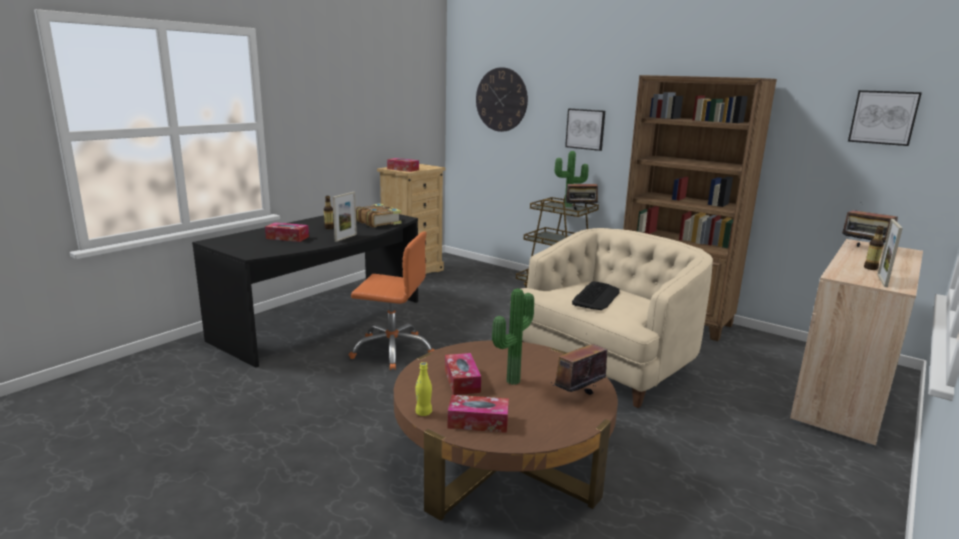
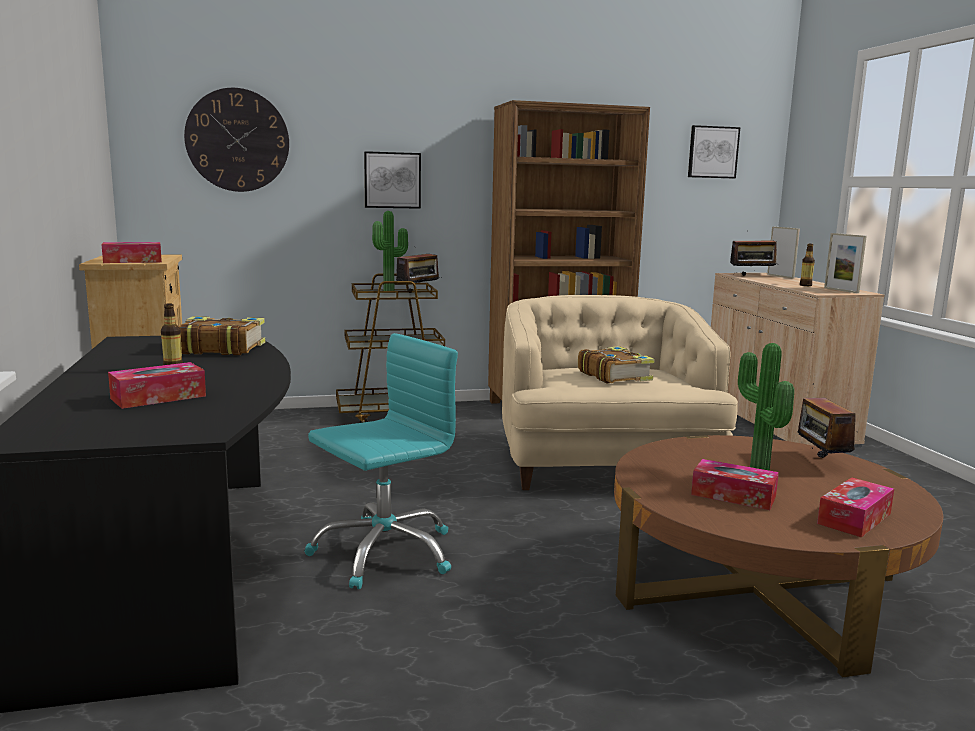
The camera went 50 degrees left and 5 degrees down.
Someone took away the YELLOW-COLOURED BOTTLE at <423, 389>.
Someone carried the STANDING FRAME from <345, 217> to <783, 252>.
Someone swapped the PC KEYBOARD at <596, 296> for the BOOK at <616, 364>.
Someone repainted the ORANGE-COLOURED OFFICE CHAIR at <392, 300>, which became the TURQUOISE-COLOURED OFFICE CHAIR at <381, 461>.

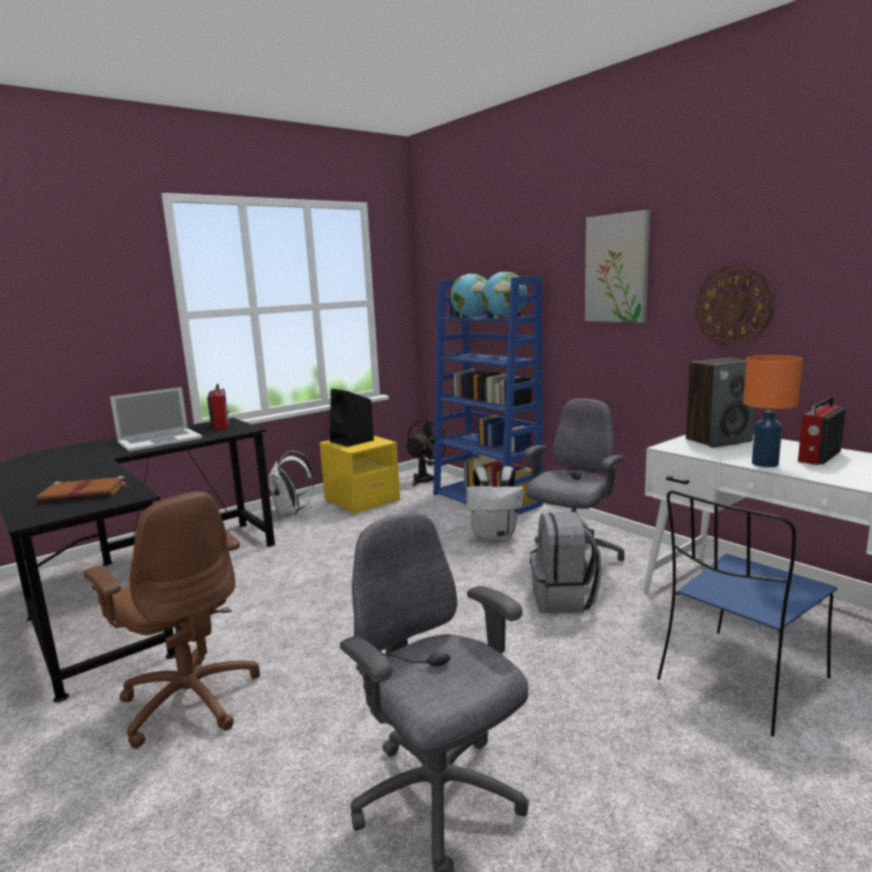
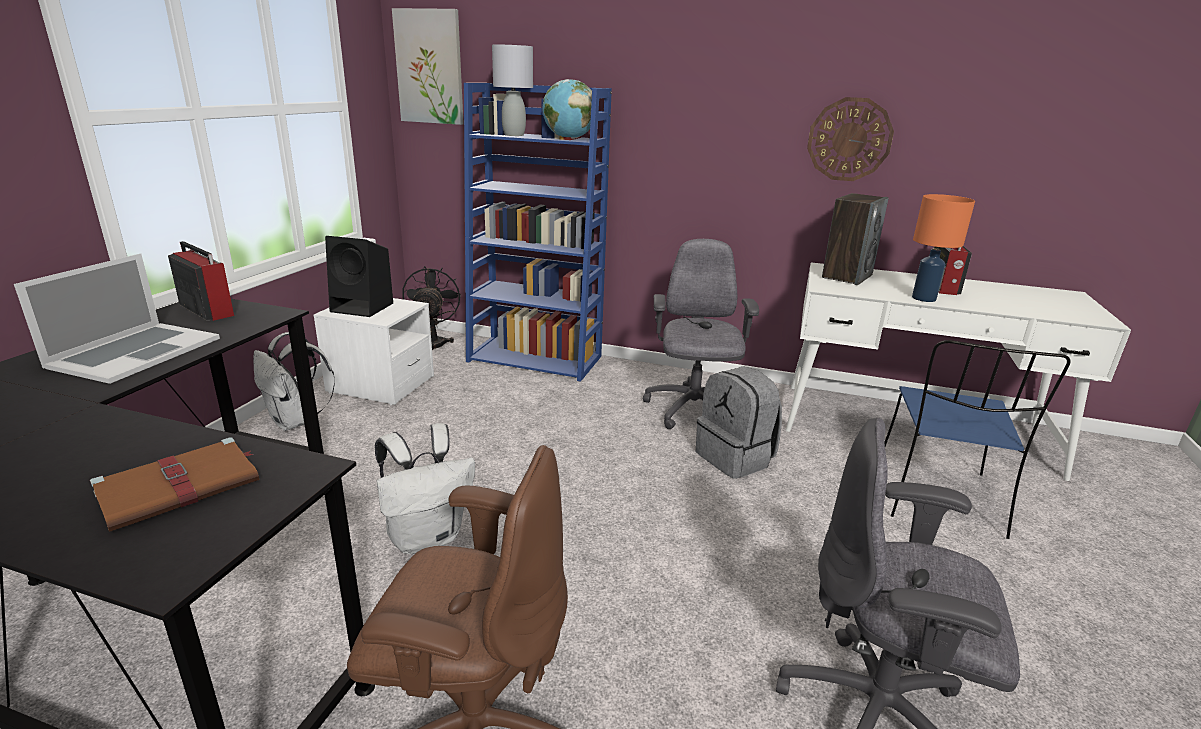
The camera went 35 degrees left and 10 degrees up.
Someone carried the WHITE RUCKSACK from <495, 503> to <425, 489>.
Someone carried the WALL PICTURE from <617, 266> to <428, 66>.
Someone swapped the DESK GLOBE at <468, 295> for the GREYISH TABLE LAMP at <512, 90>.
Someone repainted the YELLOW-COLOURED NIGHTSTAND at <359, 475>, which became the WHITE NIGHTSTAND at <373, 351>.

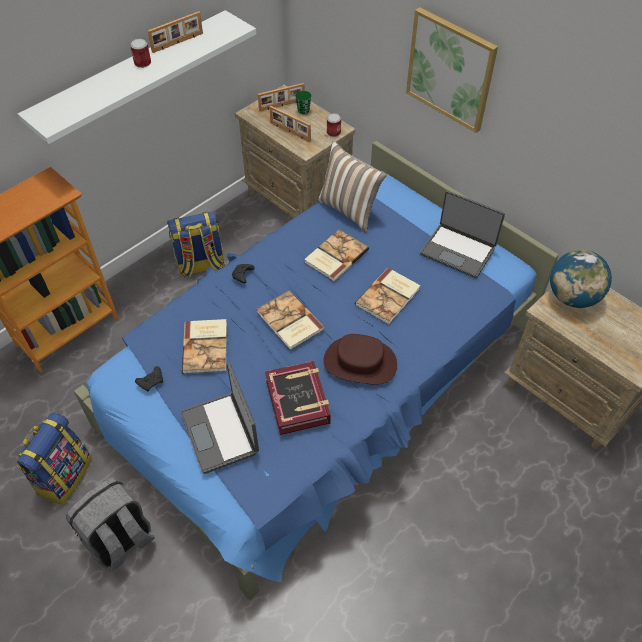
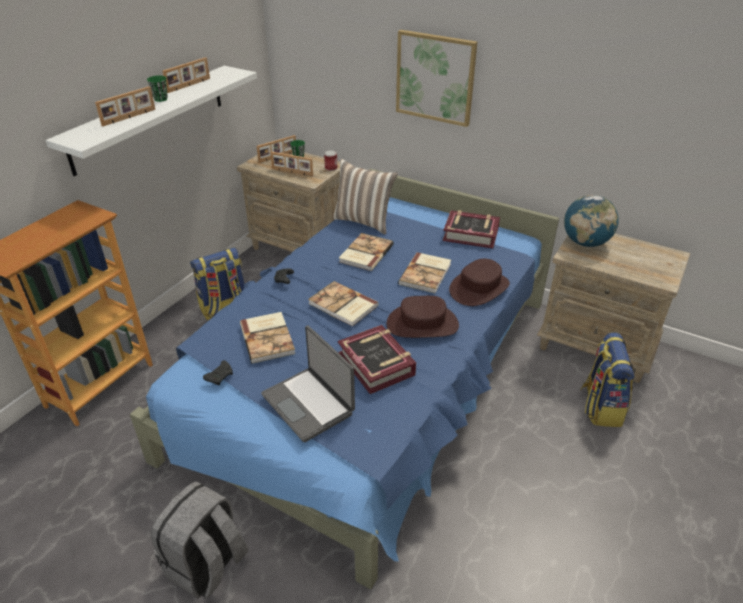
The camera went 15 degrees left and 15 degrees down.
Someone put down the STANDING FRAME at <125, 106>.
Someone put down the BROWN WEARABLE HAT at <479, 282>.
Someone carried the RUCKSACK from <54, 458> to <607, 379>.
Someone swapped the CAN at <140, 53> for the GREEN-COLOURED CUP at <157, 89>.
Someone swapped the NOTEBOOK COMPUTER at <462, 234> for the BOOK at <471, 229>.

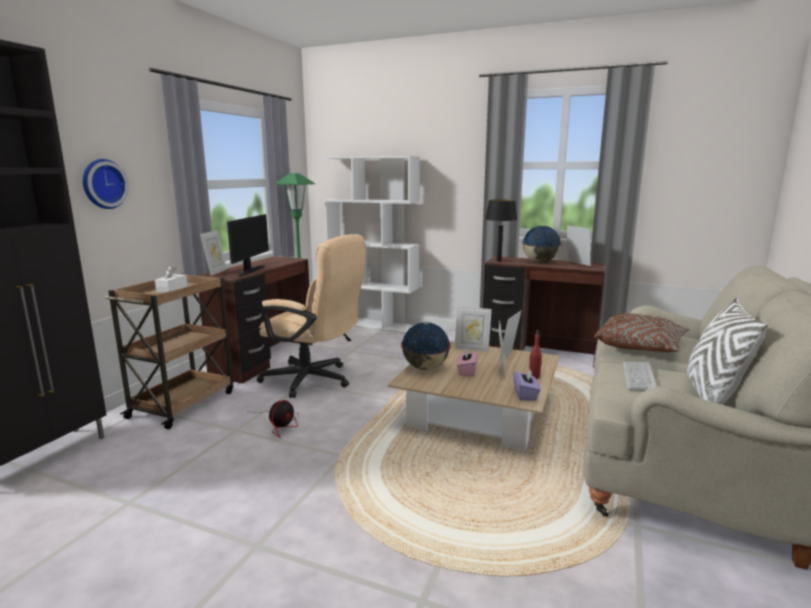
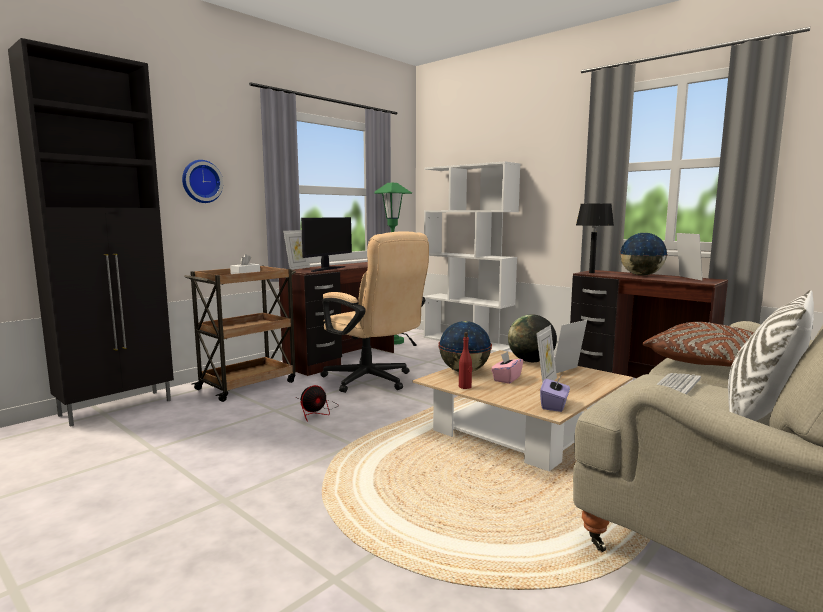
The camera went 20 degrees right and 5 degrees down.
Someone carried the REDDISH BOTTLE from <535, 354> to <465, 360>.
Someone swapped the STANDING FRAME at <473, 329> for the DESK GLOBE at <532, 338>.

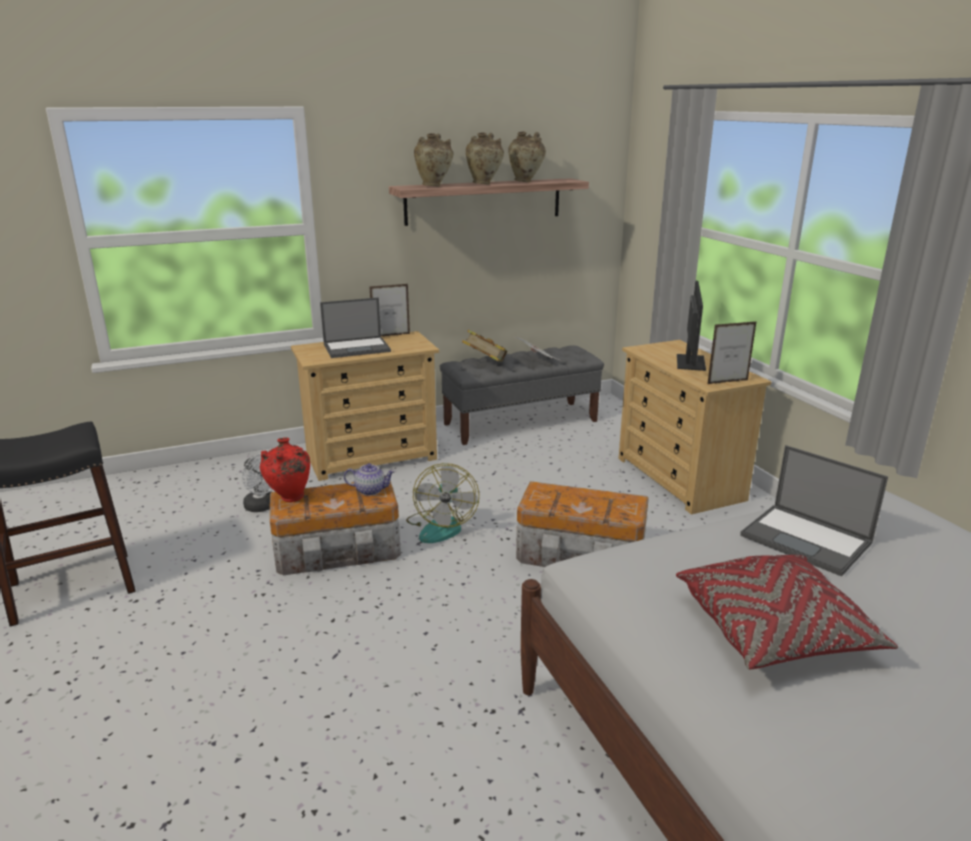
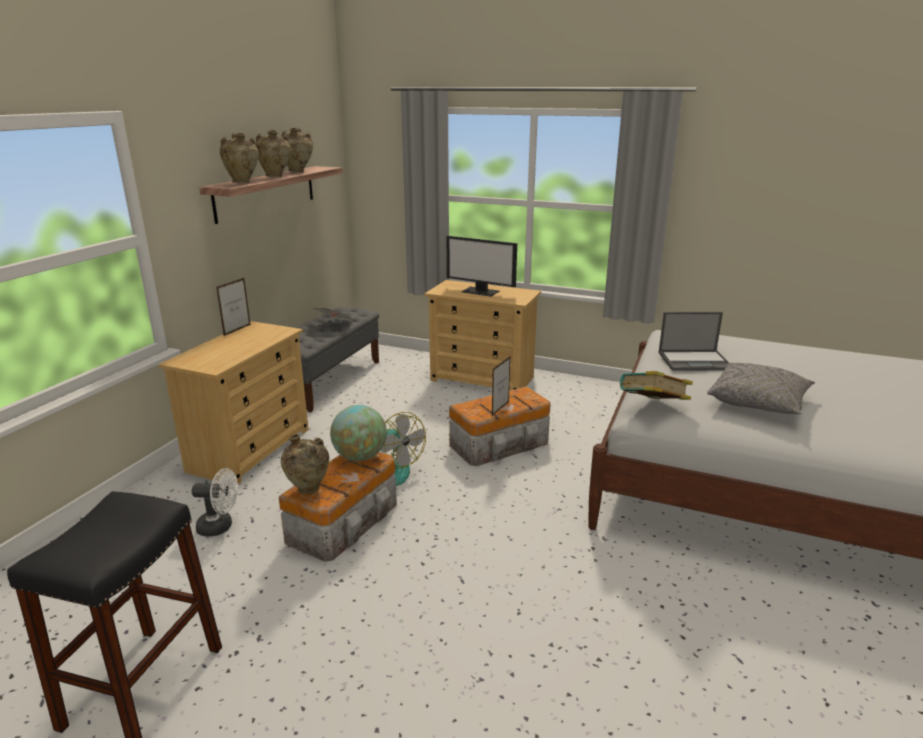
The camera went 45 degrees left and 0 degrees up.
Someone took away the NOTEBOOK COMPUTER at <355, 327>.
Someone carried the BOOK from <484, 345> to <656, 385>.
Someone carried the STANDING FRAME from <732, 352> to <501, 386>.
Someone swapped the POT FOR TEA at <369, 479> for the DESK GLOBE at <358, 433>.
Someone repainted the REDDISH DECORATIVE VASE at <285, 469>, which became the BEIGE DECORATIVE VASE at <305, 464>.
Someone repainted the REDDISH PILLOW at <787, 612>, which became the GREYISH PILLOW at <761, 388>.
Someone rotated the COMPUTER DISPLAY at <691, 326> by 150 degrees clockwise.

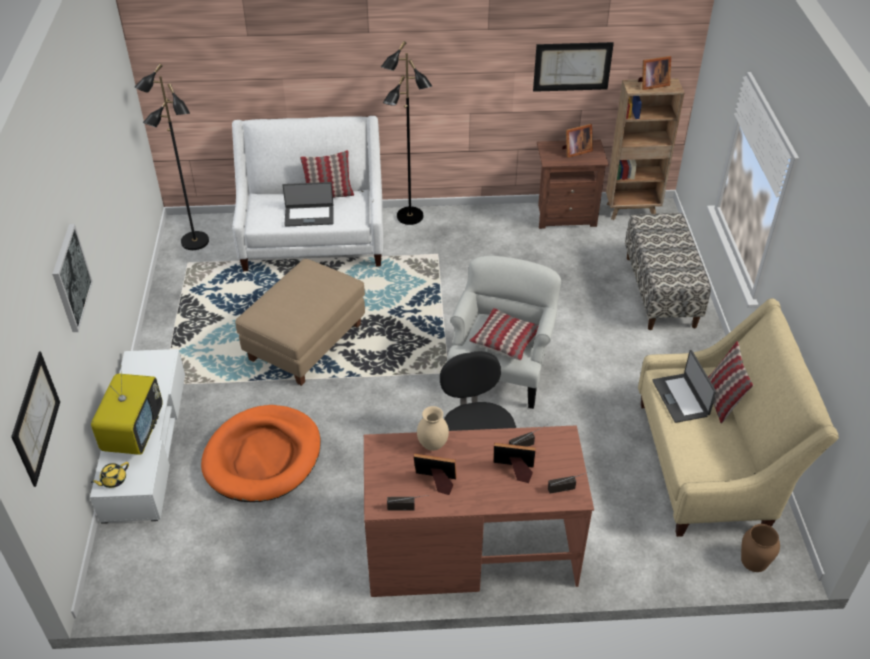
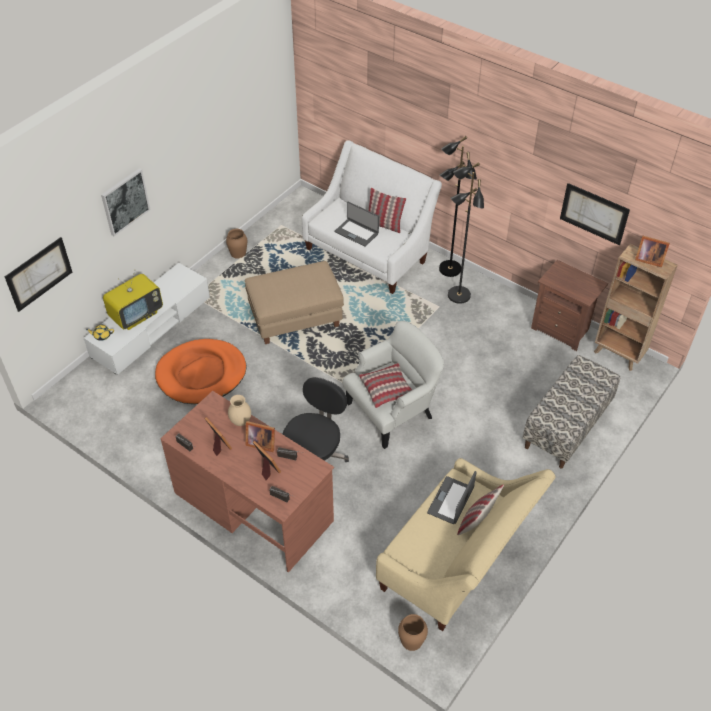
The camera went 40 degrees right and 5 degrees up.
Someone put down the BROWN DECORATIVE VASE at <236, 244>.
Someone carried the BLACK STANDARD LAMP from <172, 157> to <466, 233>.
Someone carried the STANDING FRAME from <577, 141> to <260, 436>.

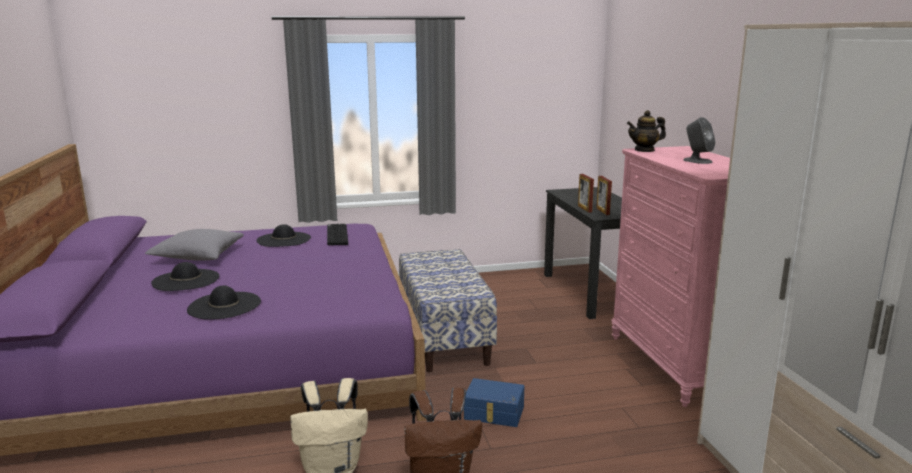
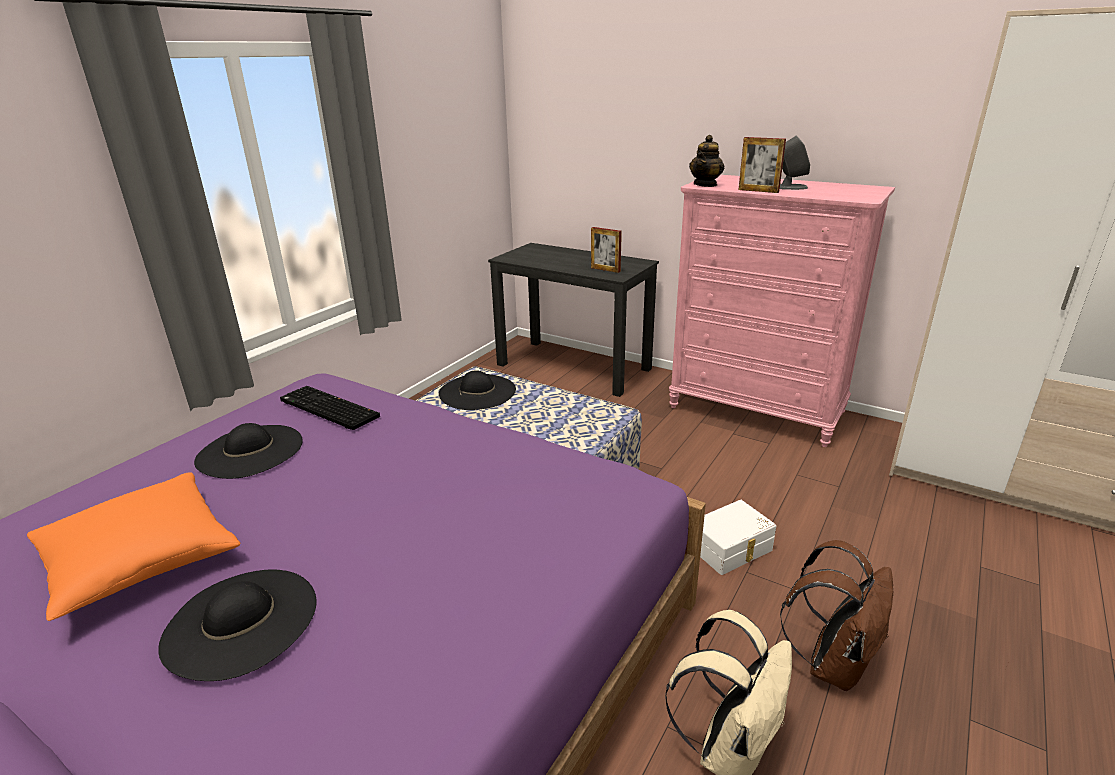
The camera went 45 degrees left and 10 degrees up.
Someone carried the BLACK WEARABLE HAT from <224, 302> to <477, 390>.
Someone carried the STANDING FRAME from <586, 193> to <762, 165>.
Someone repainted the GREYISH PILLOW at <194, 245>, which became the ORANGE-COLOURED PILLOW at <133, 546>.
Someone repainted the BLUE-COLOURED STORAGE BIN at <494, 402>, which became the WHITE STORAGE BIN at <738, 537>.

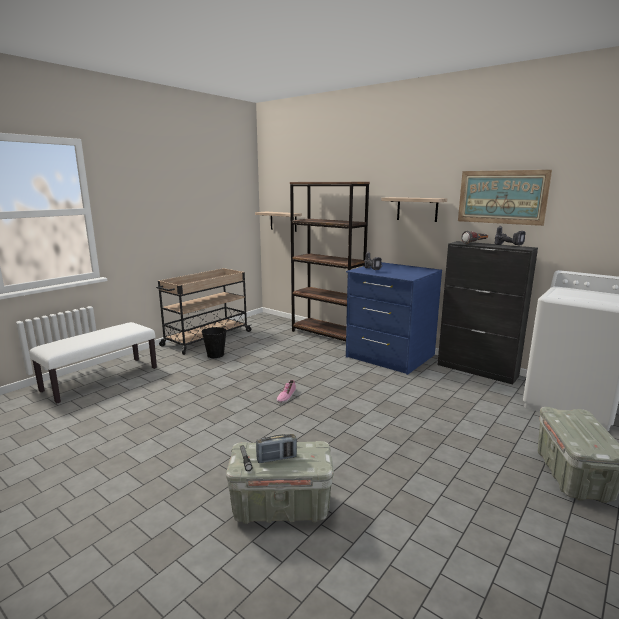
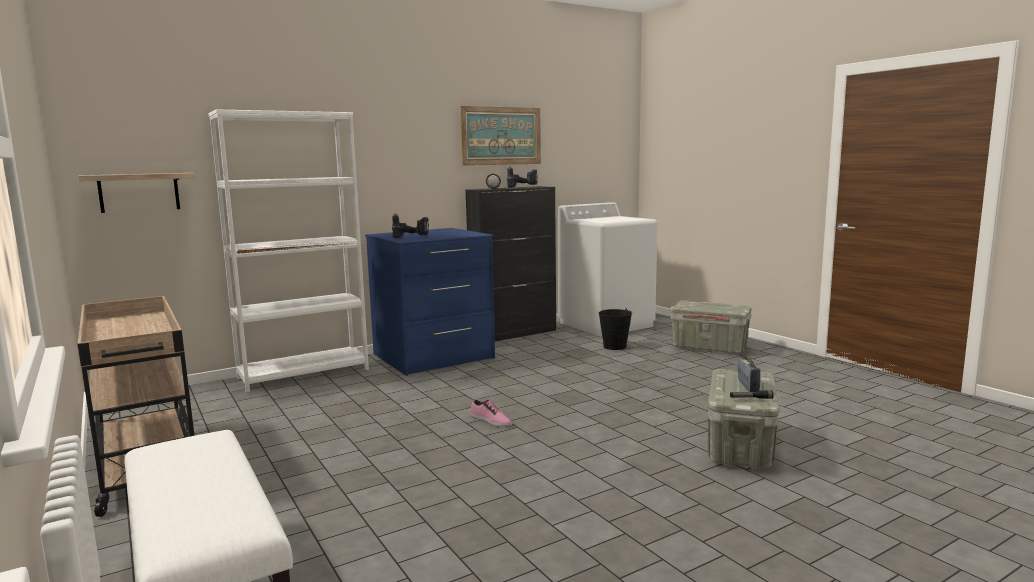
The camera went 70 degrees left and 5 degrees down.
Someone took away the WALL SHELF at <414, 209>.
Someone carried the BLACK BUCKET from <214, 342> to <615, 329>.
Someone repainted the BROWN SHELVING UNIT at <330, 261>, which became the WHITE SHELVING UNIT at <289, 250>.

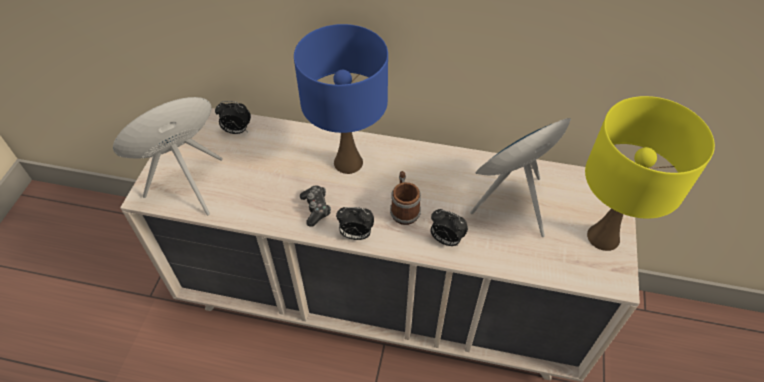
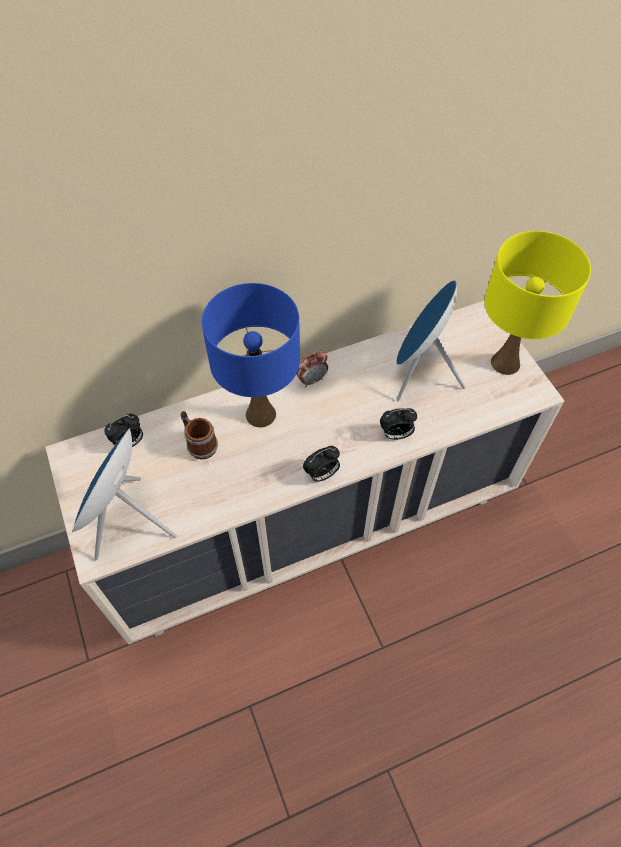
The camera went 35 degrees left and 5 degrees up.
Someone took away the GAME CONTROLLER at <315, 206>.
Someone put down the ALARM CLOCK at <312, 369>.
Someone carried the TEA MUG from <405, 198> to <199, 435>.

